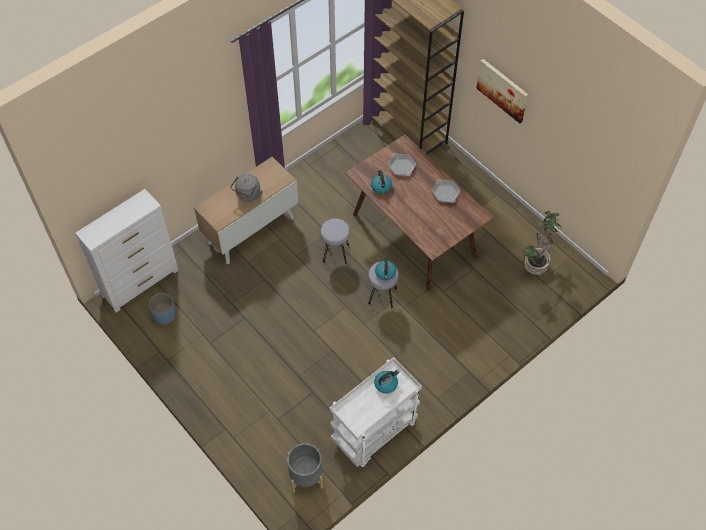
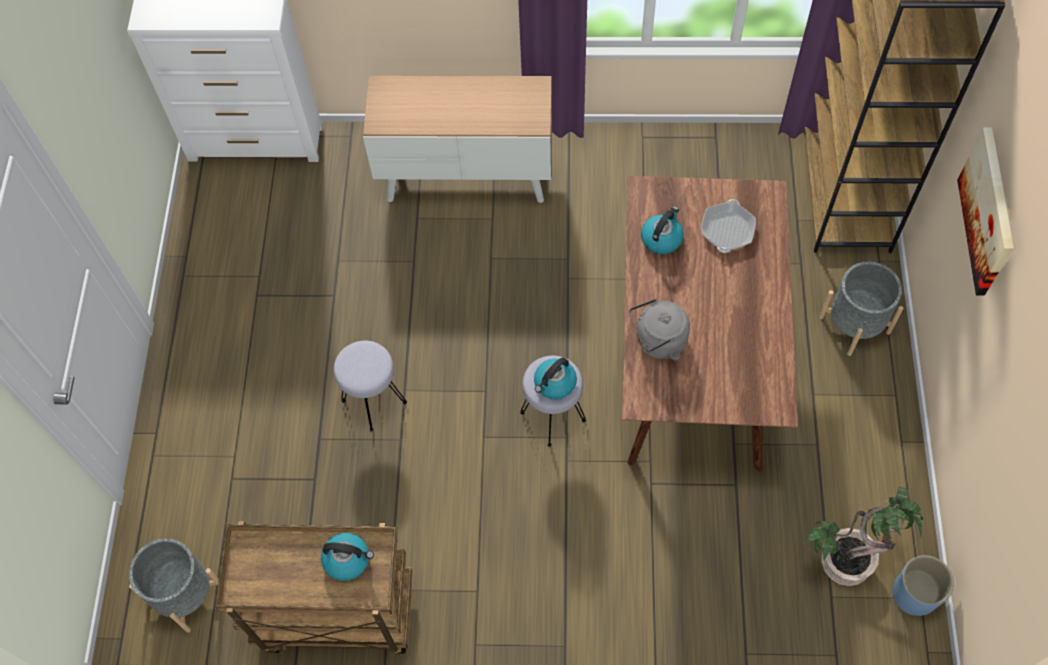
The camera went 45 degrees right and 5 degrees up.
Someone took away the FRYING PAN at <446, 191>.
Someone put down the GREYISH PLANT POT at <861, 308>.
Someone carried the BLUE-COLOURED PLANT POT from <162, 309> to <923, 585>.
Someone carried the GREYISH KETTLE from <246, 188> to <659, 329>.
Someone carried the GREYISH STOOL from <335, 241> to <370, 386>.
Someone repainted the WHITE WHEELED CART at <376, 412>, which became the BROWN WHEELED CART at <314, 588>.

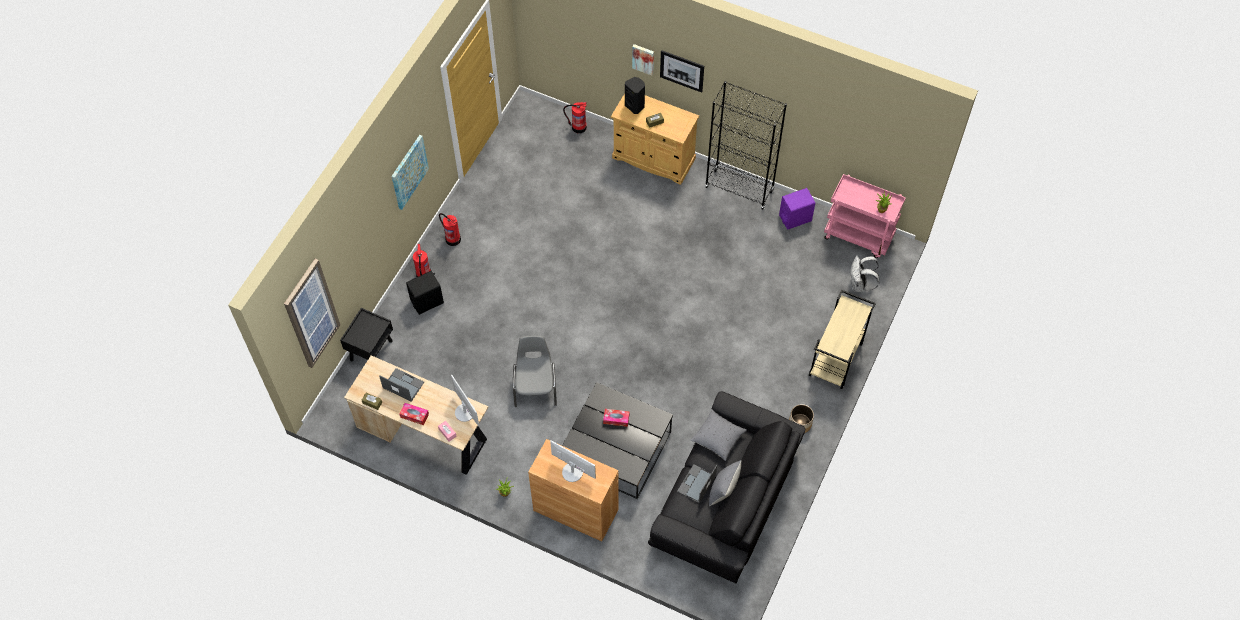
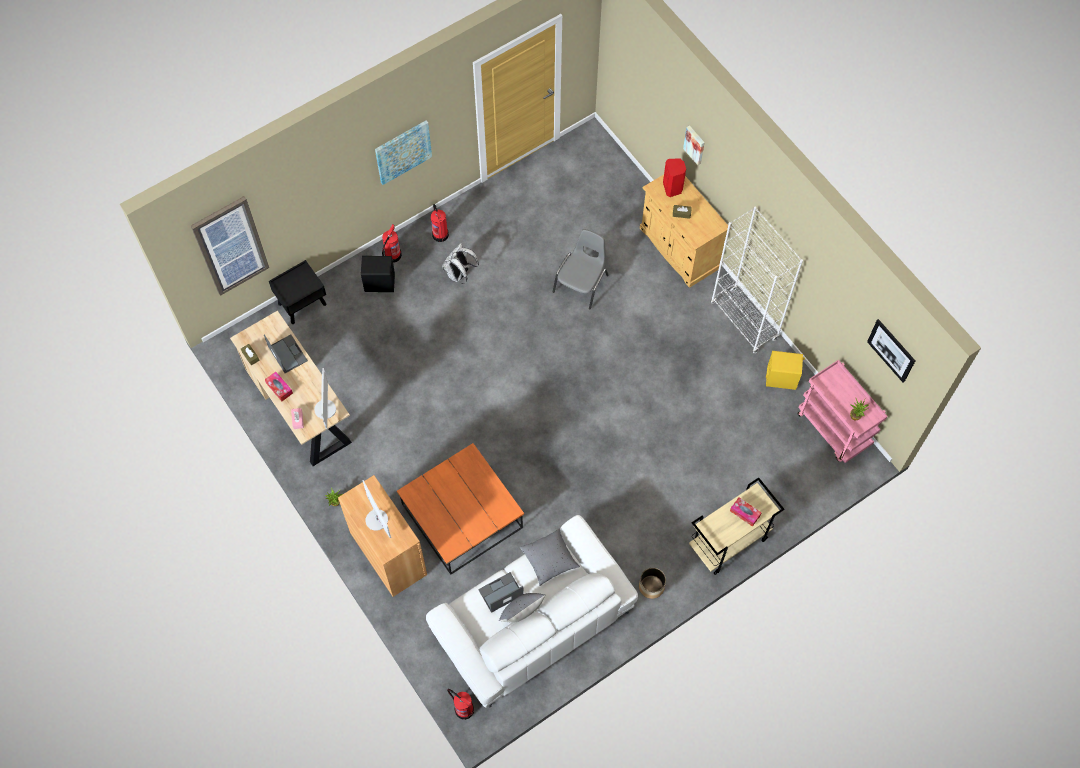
The camera went 30 degrees right and 5 degrees up.
Someone carried the GREYISH PLAIN CHAIR from <535, 371> to <580, 269>.
Someone carried the FIRE-FIGHTING CYLINDER from <575, 118> to <460, 704>.
Someone carried the TISSUE BOX from <616, 418> to <745, 512>.
Someone carried the WALL PICTURE from <682, 71> to <891, 351>.
Someone carried the WHITE RUCKSACK from <865, 274> to <460, 263>.
Someone repainted the BLACK LOUNGE TABLE at <617, 440>, which became the ORANGE-COLOURED LOUNGE TABLE at <460, 509>.
Someone repainted the BLACK SPEAKER at <635, 95>, which became the REDDISH SPEAKER at <674, 177>.
Someone repainted the BLACK COUCH at <727, 487>, which became the WHITE COUCH at <532, 611>.
Someone repainted the BLACK SHELVING UNIT at <746, 145>, which became the WHITE SHELVING UNIT at <757, 280>.
Someone repainted the PURPLISH SPEAKER at <797, 209>, which became the YELLOW-COLOURED SPEAKER at <785, 370>.

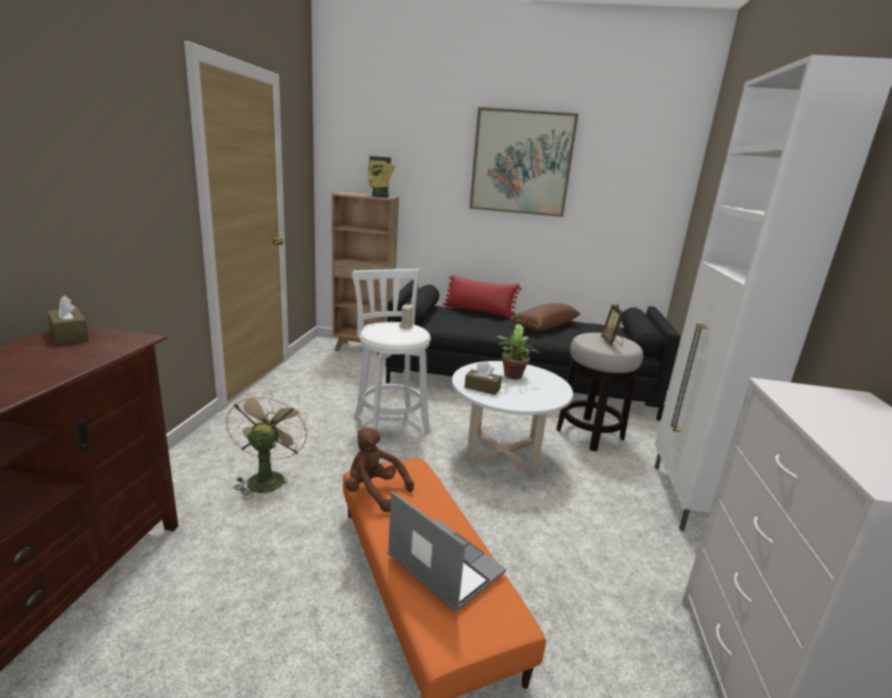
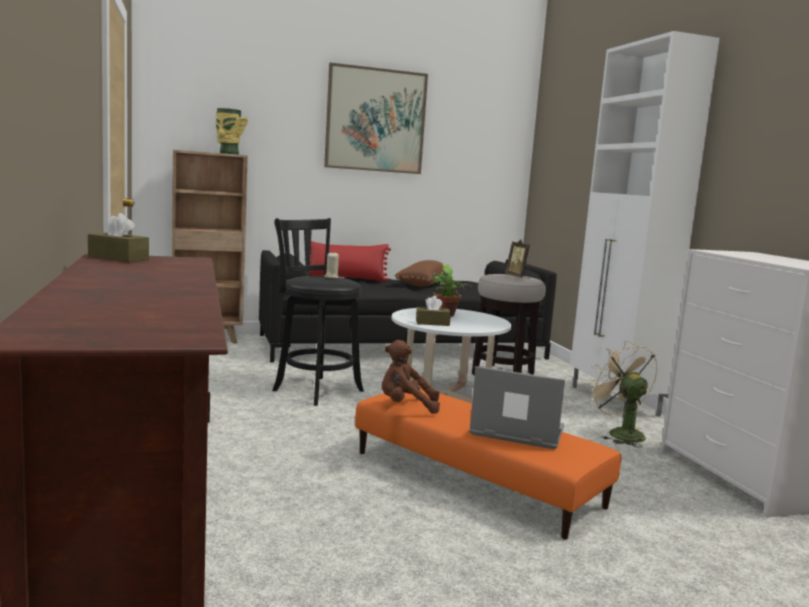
The camera went 25 degrees left and 10 degrees down.
Someone carried the BEIGE FAN from <267, 444> to <622, 394>.
Someone repainted the WHITE STOOL at <391, 351>, which became the BLACK STOOL at <318, 312>.

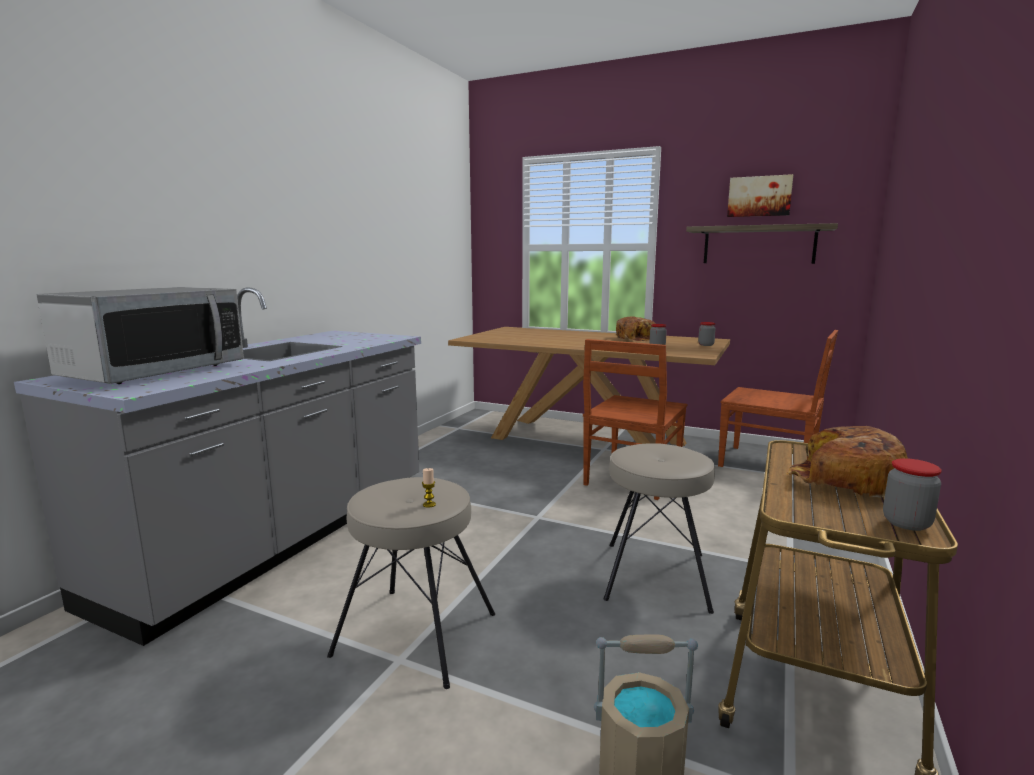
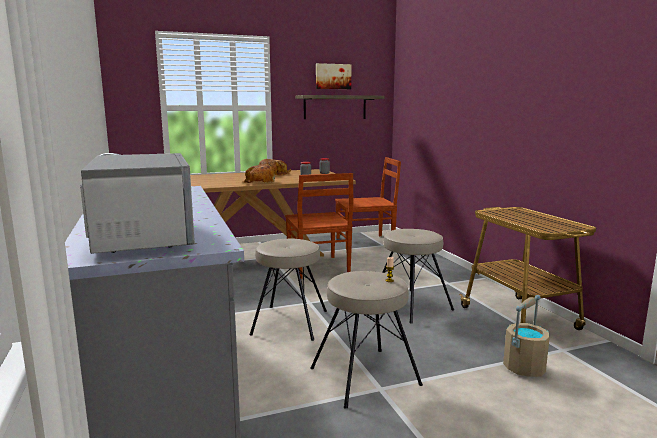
The camera went 45 degrees left and 0 degrees up.
Someone took away the STORAGE JAR at <912, 494>.
Someone put down the BEIGE STOOL at <288, 290>.
Someone carried the BAKED BREAD from <847, 462> to <258, 173>.

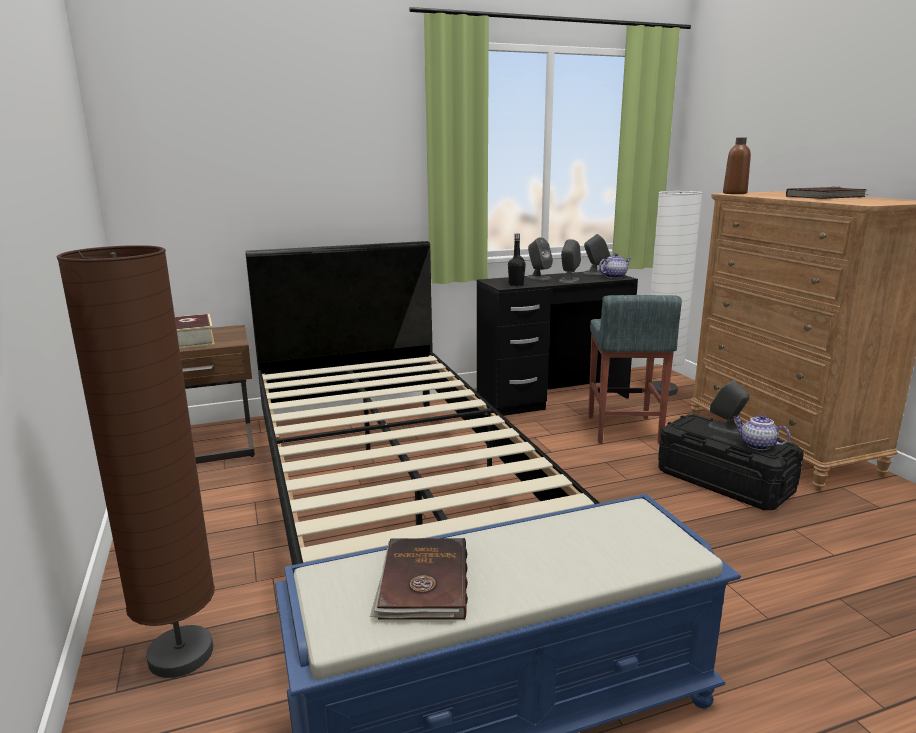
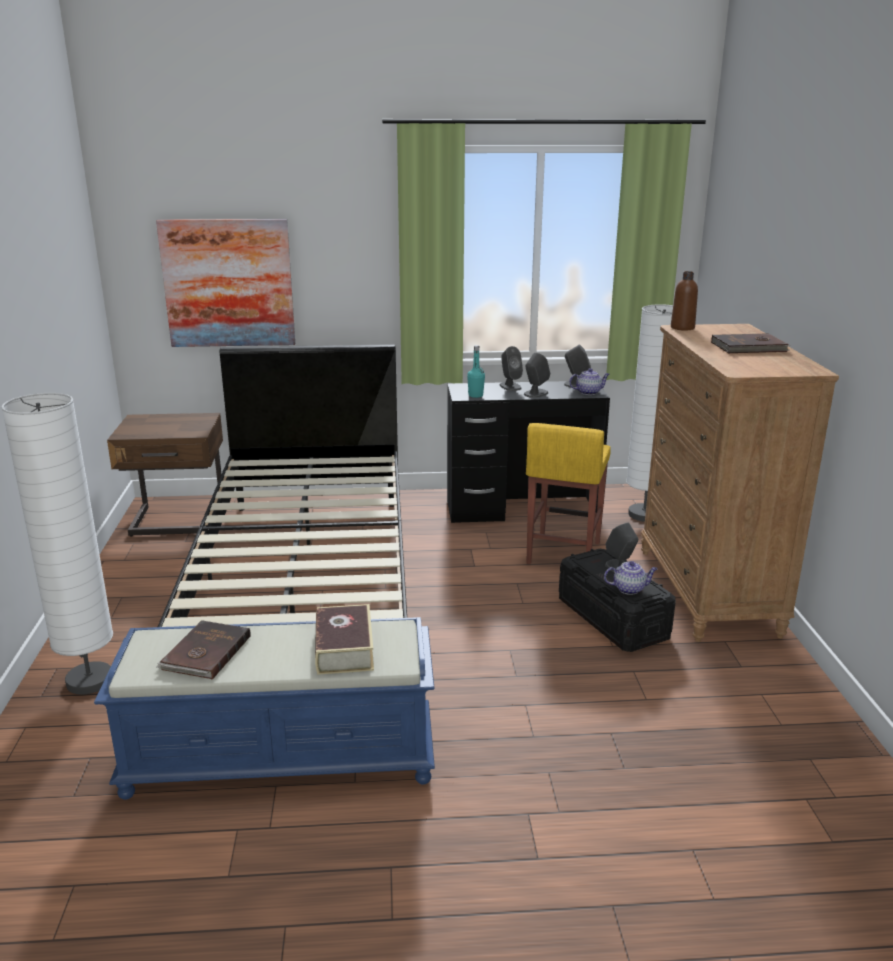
The camera went 15 degrees right and 5 degrees up.
Someone put up the WALL PICTURE at <225, 283>.
Someone carried the BOOK from <195, 331> to <344, 639>.
Someone repainted the BROWN STANDARD LAMP at <136, 461>, which became the WHITE STANDARD LAMP at <57, 543>.
Someone repainted the BLACK BOTTLE at <517, 260>, which became the TURQUOISE-COLOURED BOTTLE at <476, 371>.
Someone repainted the GREYISH STOOL at <635, 369>, which became the YELLOW-COLOURED STOOL at <568, 493>.
Someone rotated the POT FOR TEA at <762, 432> by 120 degrees clockwise.

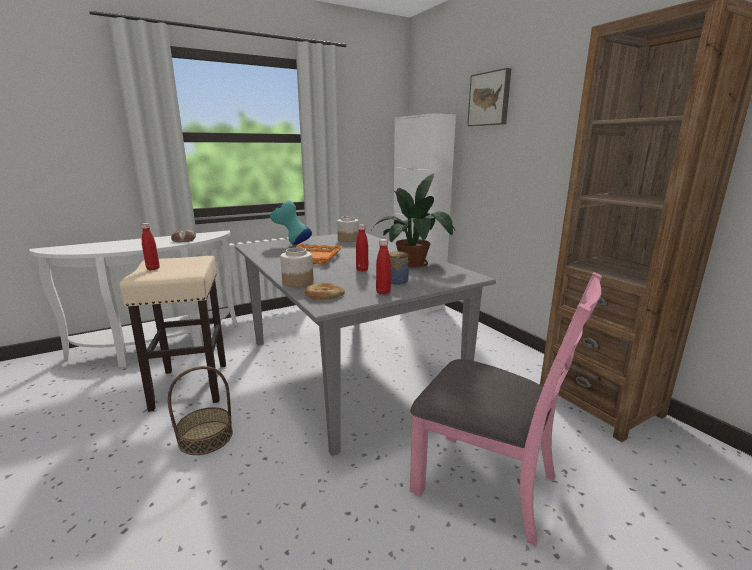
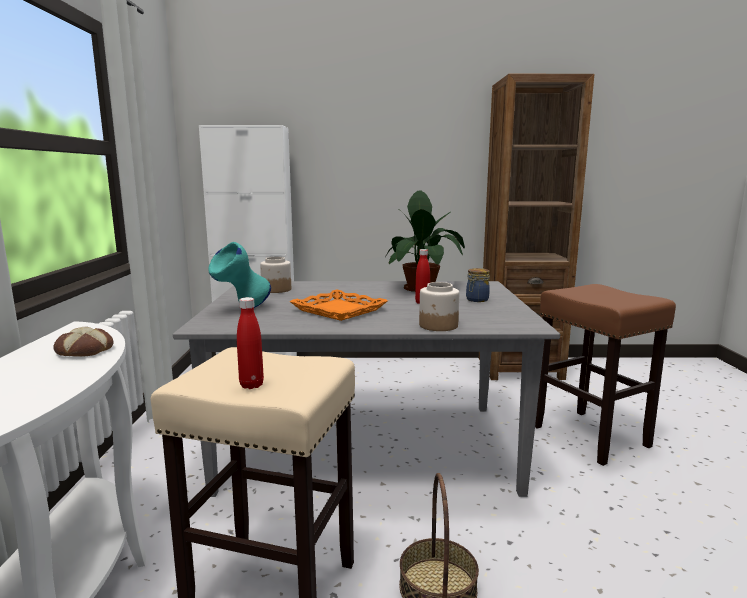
The camera went 60 degrees left and 5 degrees down.
Someone took away the BAKED BREAD at <324, 291>.
Someone took away the REDDISH BOTTLE at <383, 267>.
Someone took away the WALL PICTURE at <489, 97>.
Someone swapped the PINK-COLOURED PLAIN CHAIR at <506, 409> for the BROWN STOOL at <605, 375>.

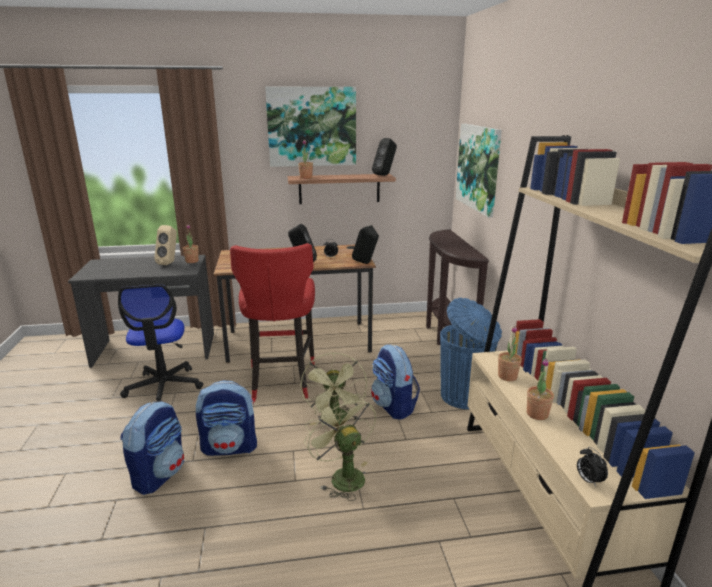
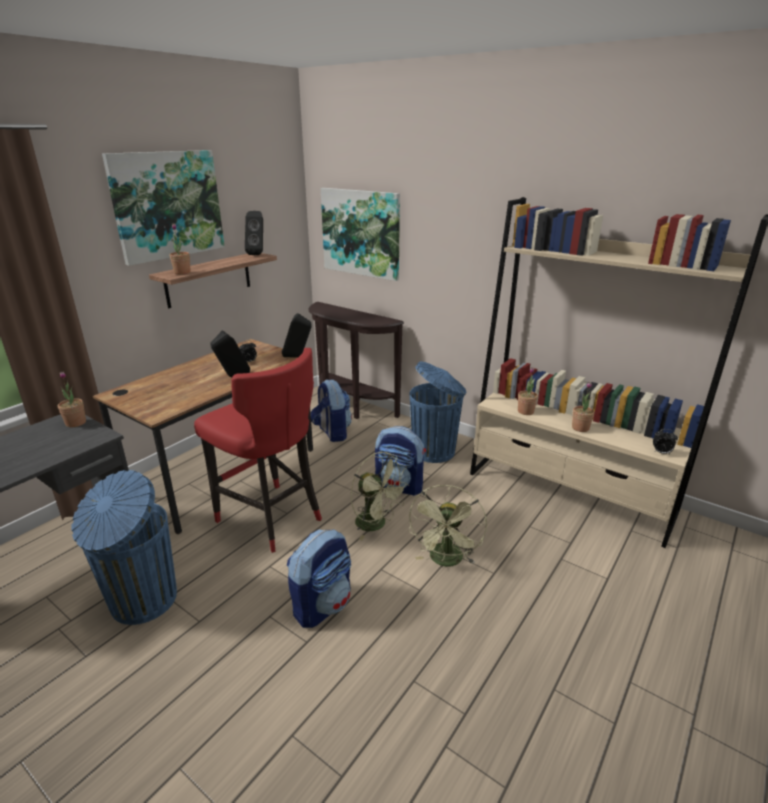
The camera went 45 degrees left and 5 degrees up.
Someone took away the BEIGE SPEAKER at <165, 245>.
Someone carried the RUCKSACK from <152, 448> to <331, 411>.
Someone swapped the OFFICE CHAIR at <160, 343> for the BLUE-COLOURED TRASH CAN at <124, 547>.
Someone rotated the GREEN-COLOURED FAN at <340, 447> by 90 degrees counterclockwise.

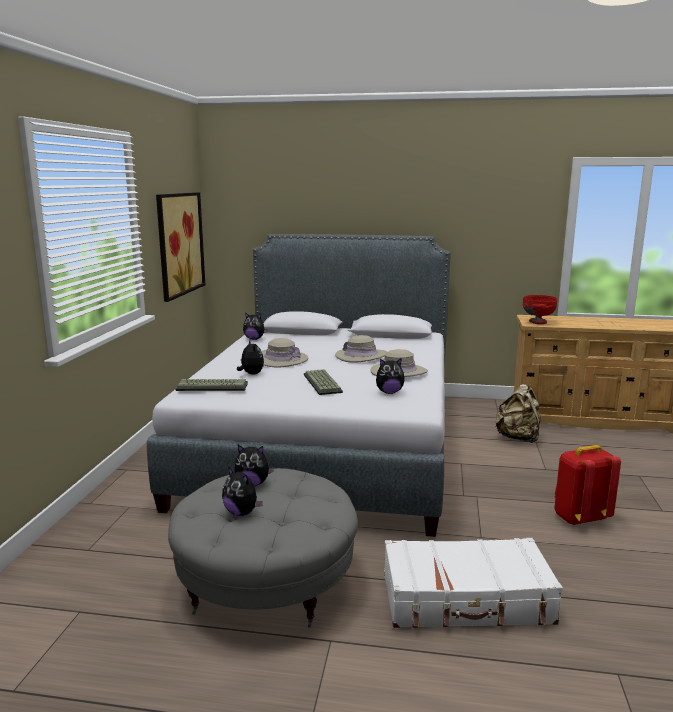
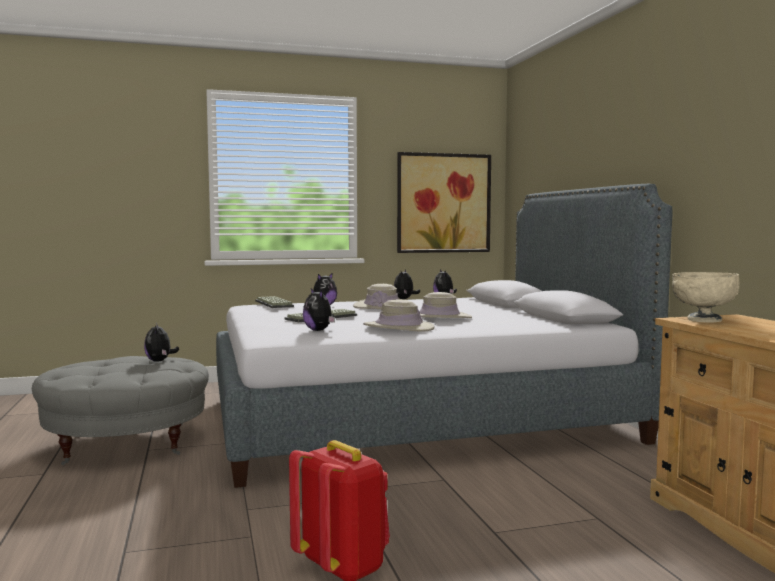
The camera went 65 degrees right and 10 degrees down.
Someone took away the WHITE PIECE OF LUGGAGE at <473, 583>.
Someone took away the BEIGE RUCKSACK at <518, 413>.
Someone carried the SOFT TOY from <242, 491> to <407, 284>.
Someone repainted the REDDISH DEEP DISH at <540, 309>, which became the BEIGE DEEP DISH at <706, 297>.

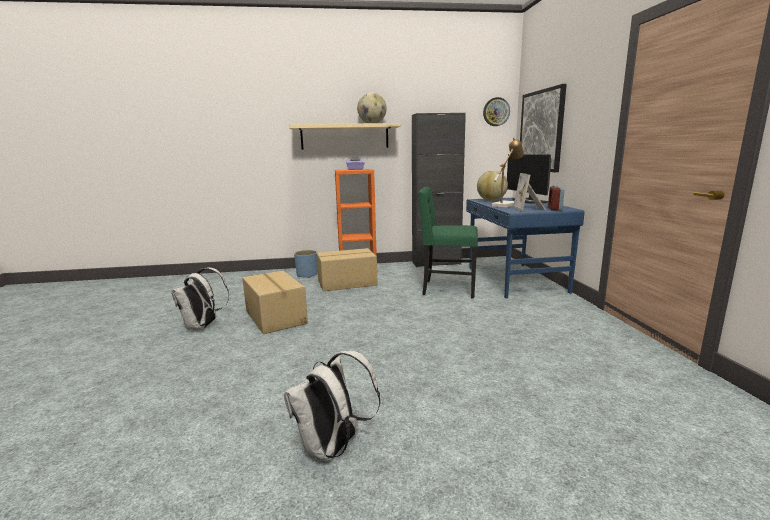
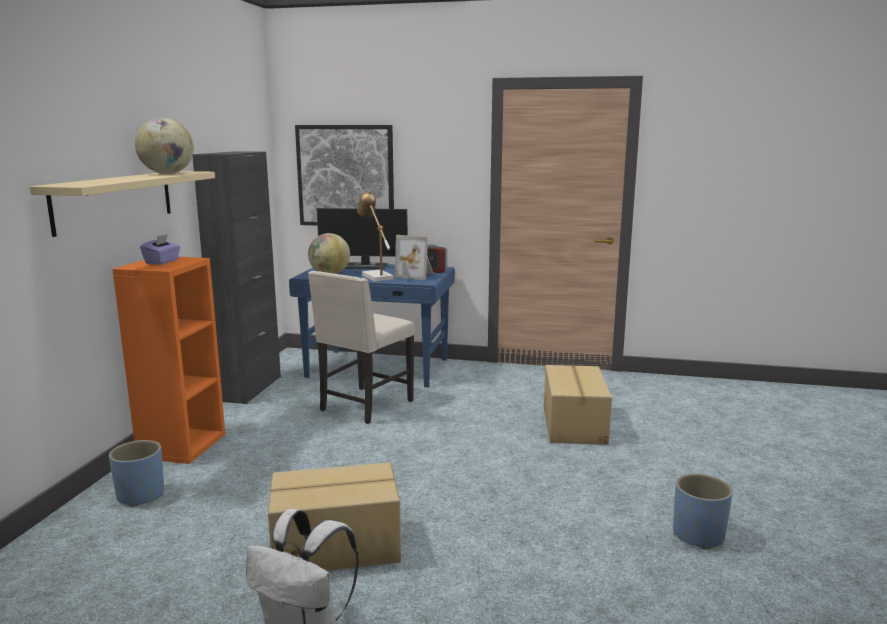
The camera went 70 degrees left and 0 degrees up.
Someone took away the WALL CLOCK at <496, 111>.
Someone carried the CARDBOARD BOX from <347, 269> to <578, 405>.
Someone swapped the WHITE RUCKSACK at <332, 406> for the BLUE-COLOURED PLANT POT at <703, 512>.
Someone repainted the GREEN-COLOURED PLAIN CHAIR at <448, 243>, which became the BEIGE PLAIN CHAIR at <361, 347>.

